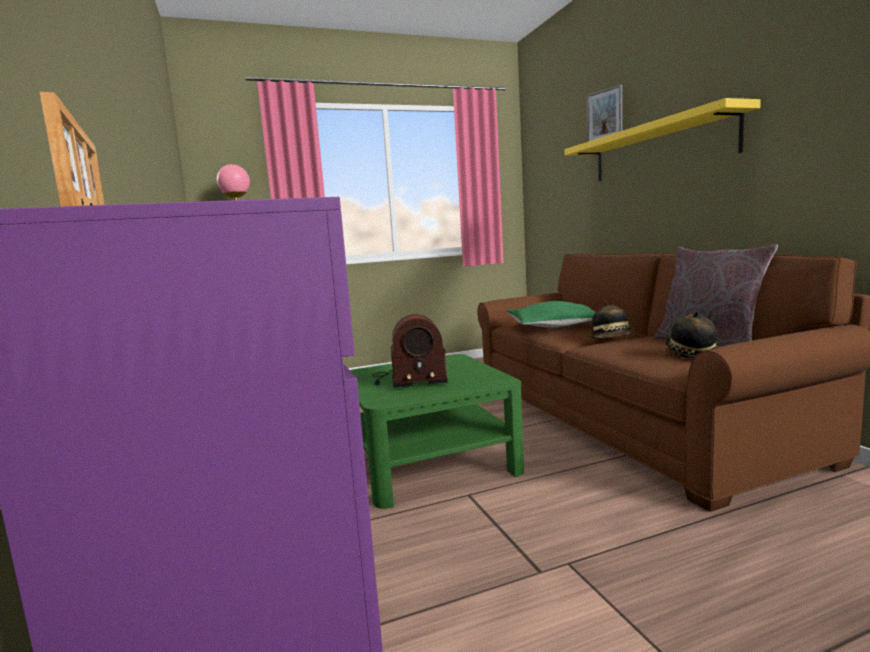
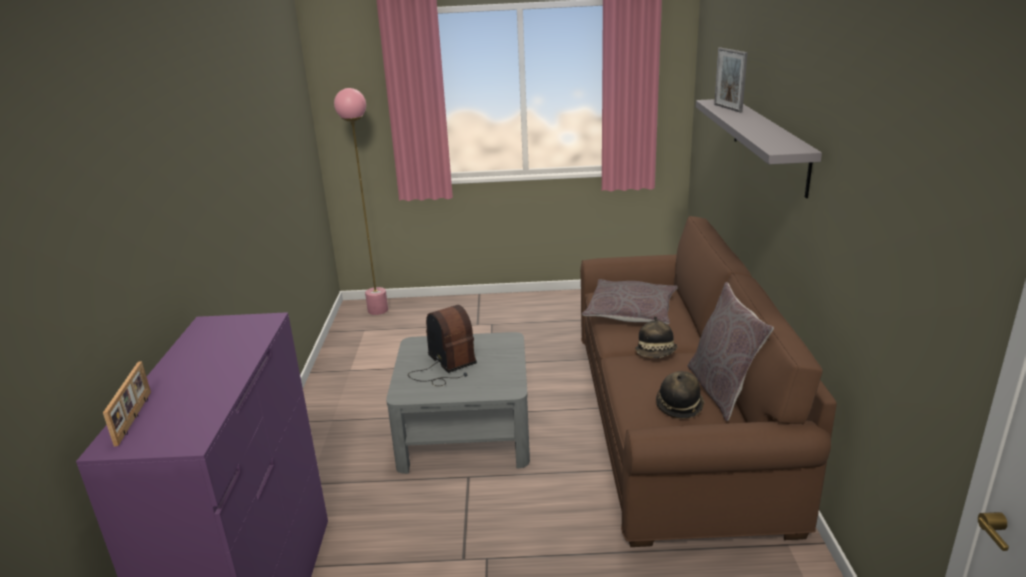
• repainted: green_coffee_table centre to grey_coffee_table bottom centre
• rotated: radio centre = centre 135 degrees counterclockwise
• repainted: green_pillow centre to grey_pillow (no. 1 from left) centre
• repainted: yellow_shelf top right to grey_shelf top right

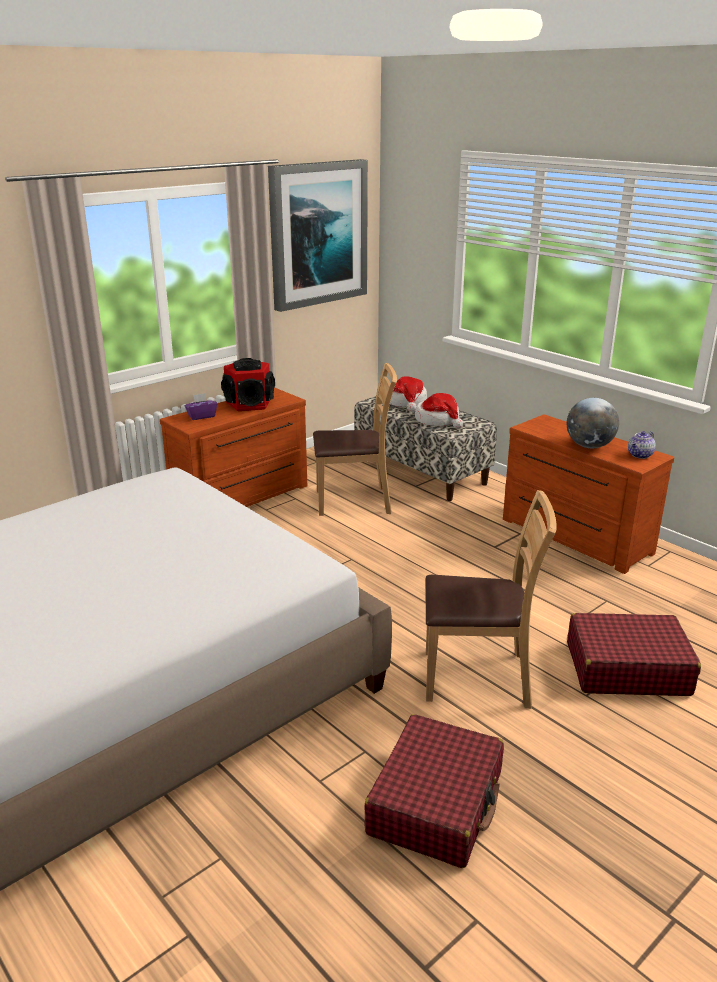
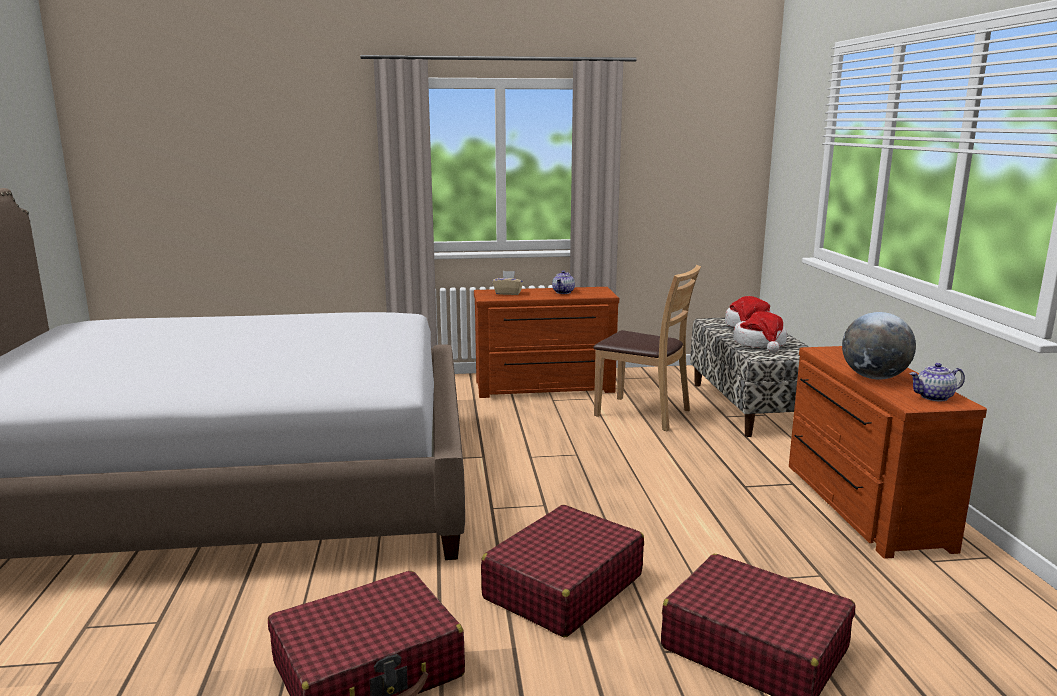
• repainted: purple_tissue_box middle left to beige_tissue_box centre
• swapped: speaker centre to teapot (no. 1 from left) centre
• gone: picture top centre
• swapped: brown_chair (no. 2 from left) middle right to red_suitcase (no. 2 from left) bottom centre

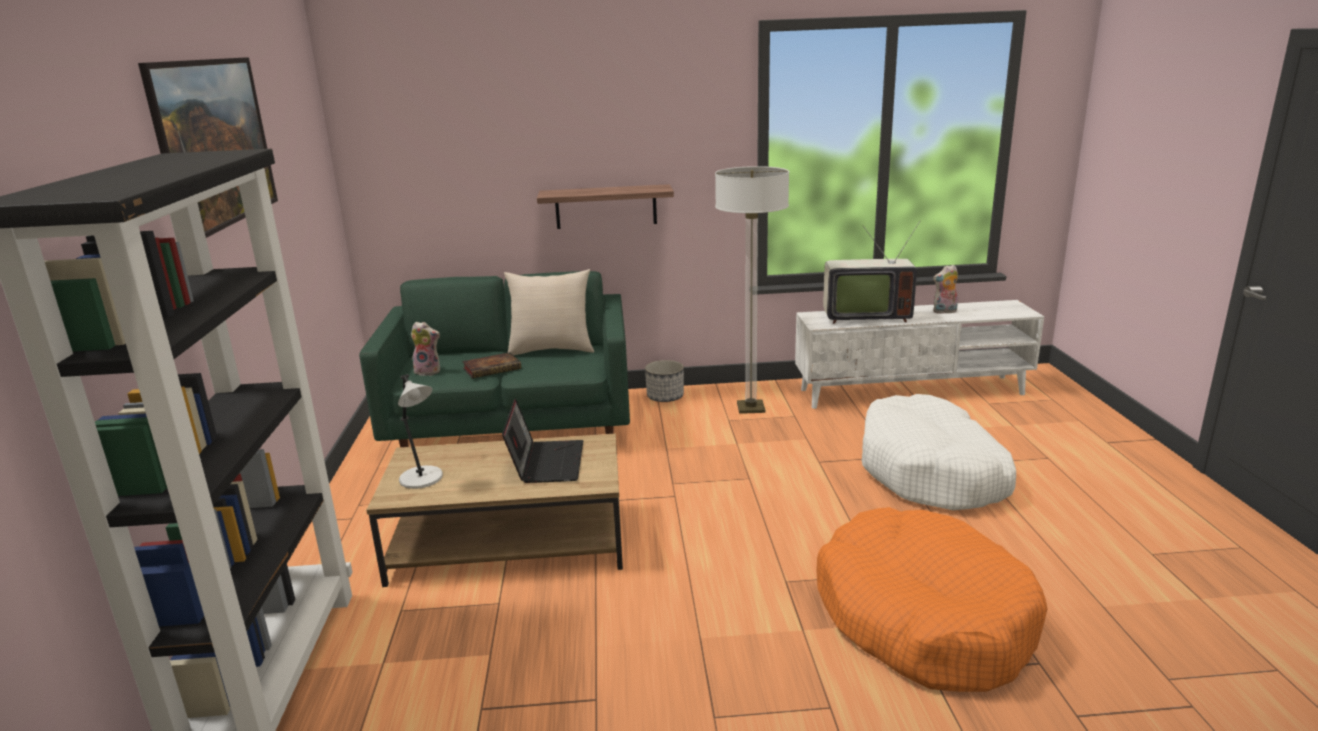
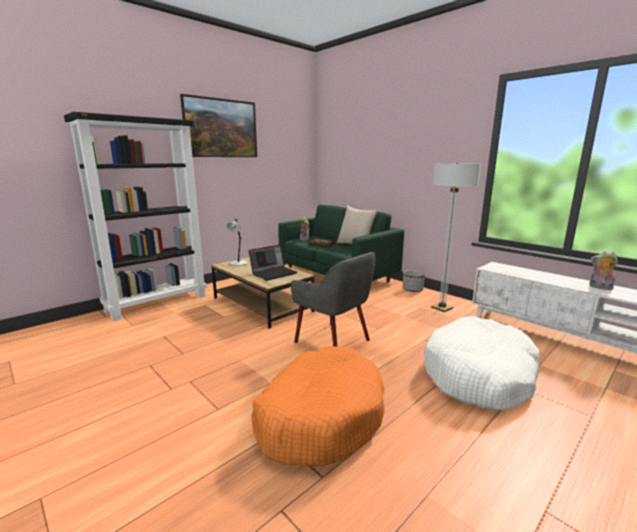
• gone: shelf top centre
• gone: television centre
• new: grey_armchair centre

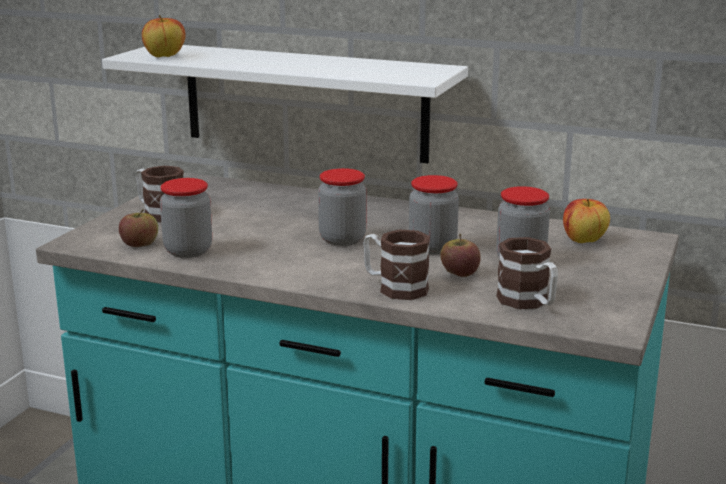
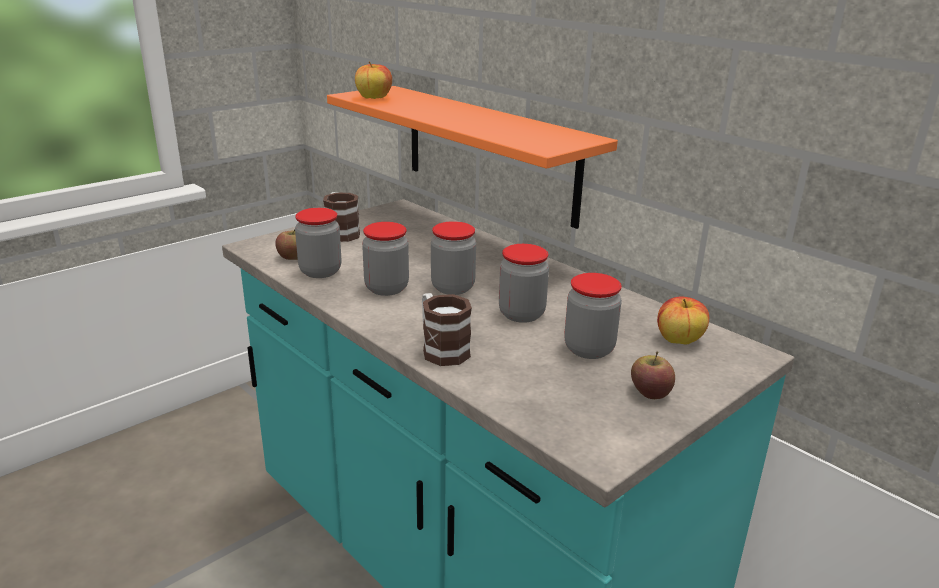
• repainted: white_shelf top centre to orange_shelf top centre
• shifted: apple (no. 3 from left) centre to middle right
• gone: mug (no. 3 from left) middle right
• new: jar (no. 2 from left) centre

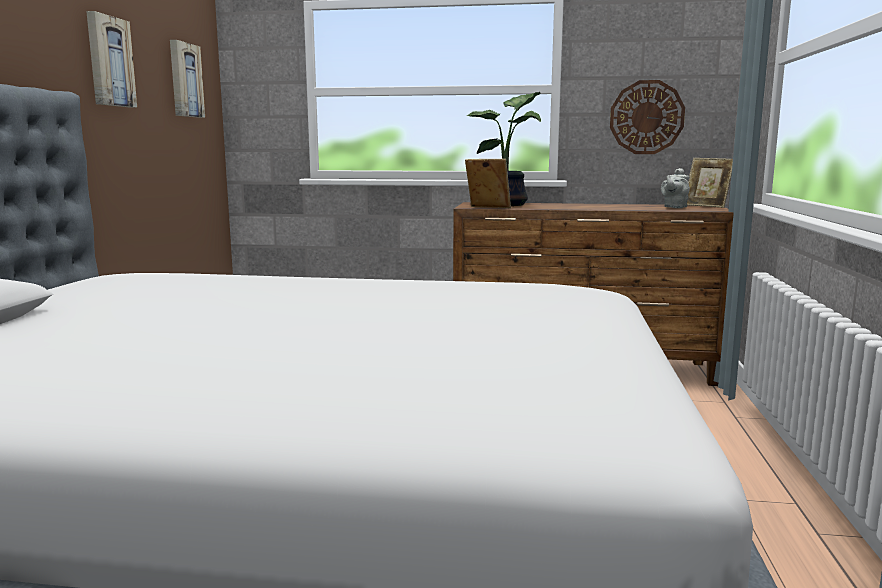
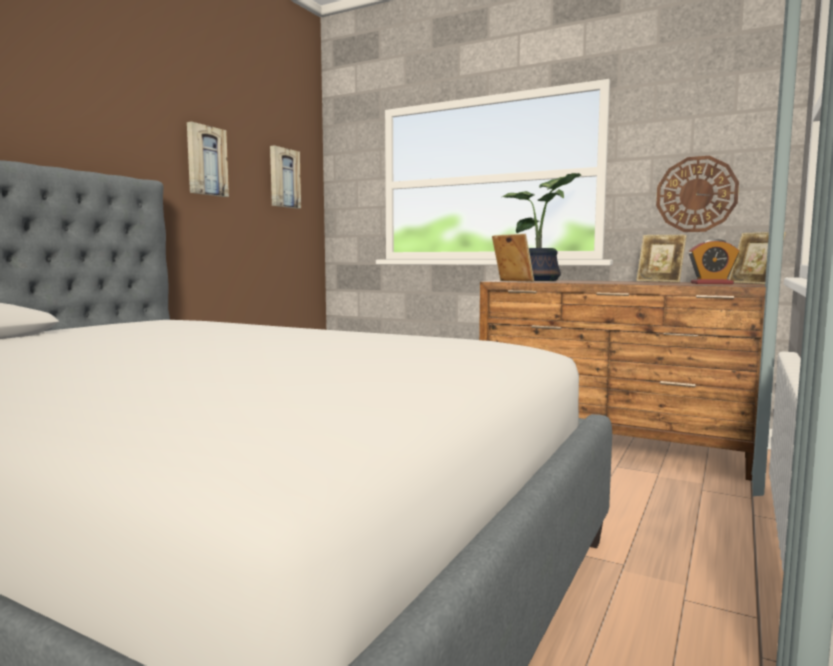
• swapped: grey_teapot top right to alarm_clock middle right
• new: picture_frame (no. 2 from left) middle right

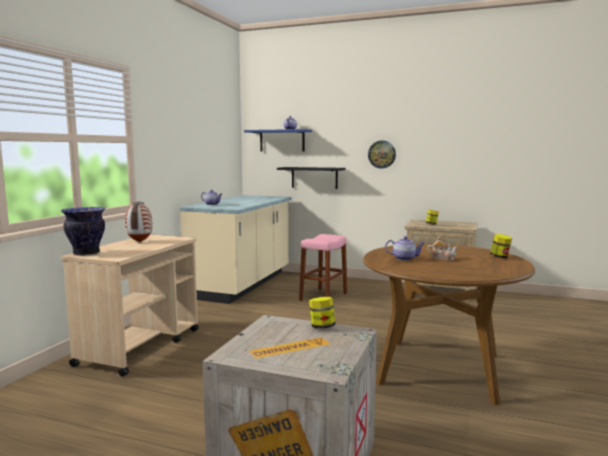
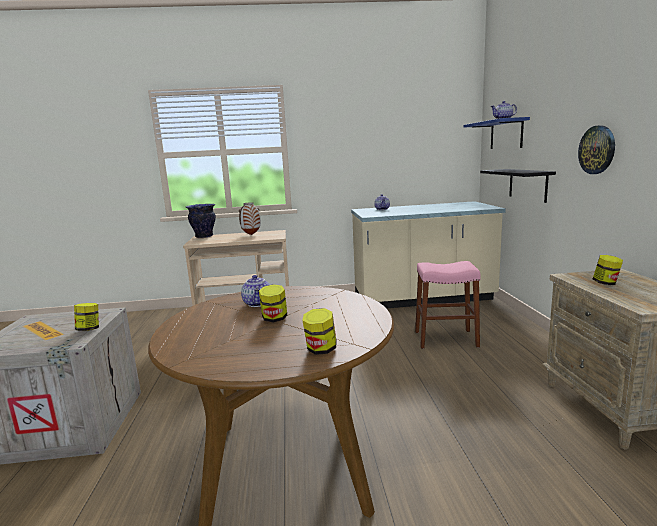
• swapped: teapot (no. 4 from left) middle right to jar (no. 2 from left) centre

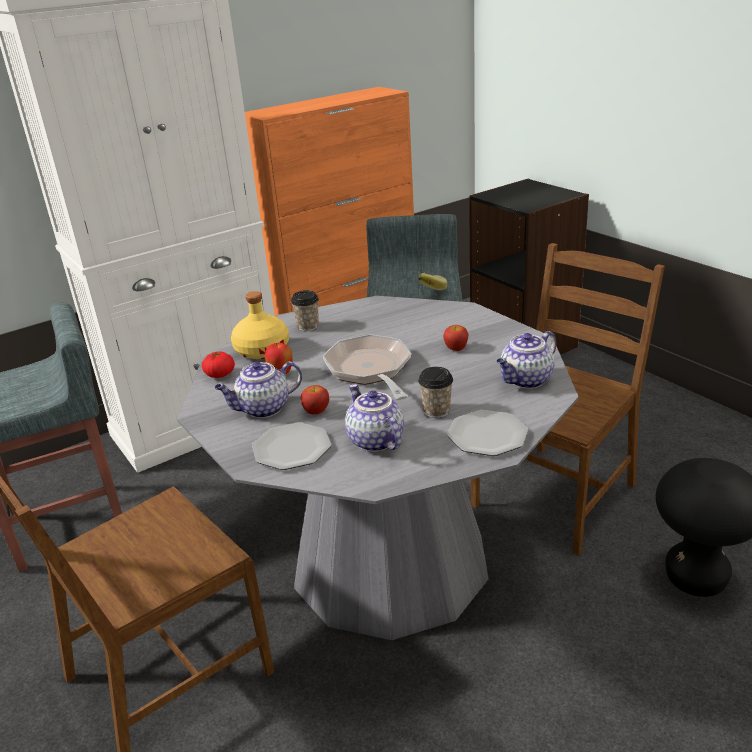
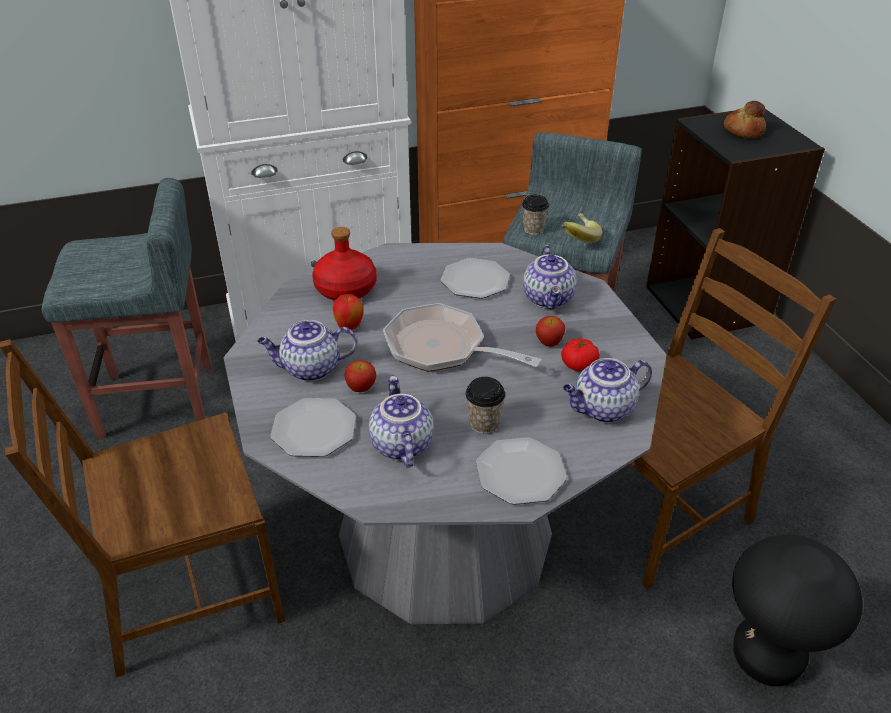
• shifted: tomato middle left to centre
• repainted: yellow_bottle centre to red_bottle centre
• shifted: cup (no. 1 from left in the first image) centre to cup (no. 2 from left) top centre
• rotated: frying_pan centre = centre 60 degrees counterclockwise
• new: plate (no. 2 from left) centre
• new: teapot (no. 3 from left) centre
• new: bread top right

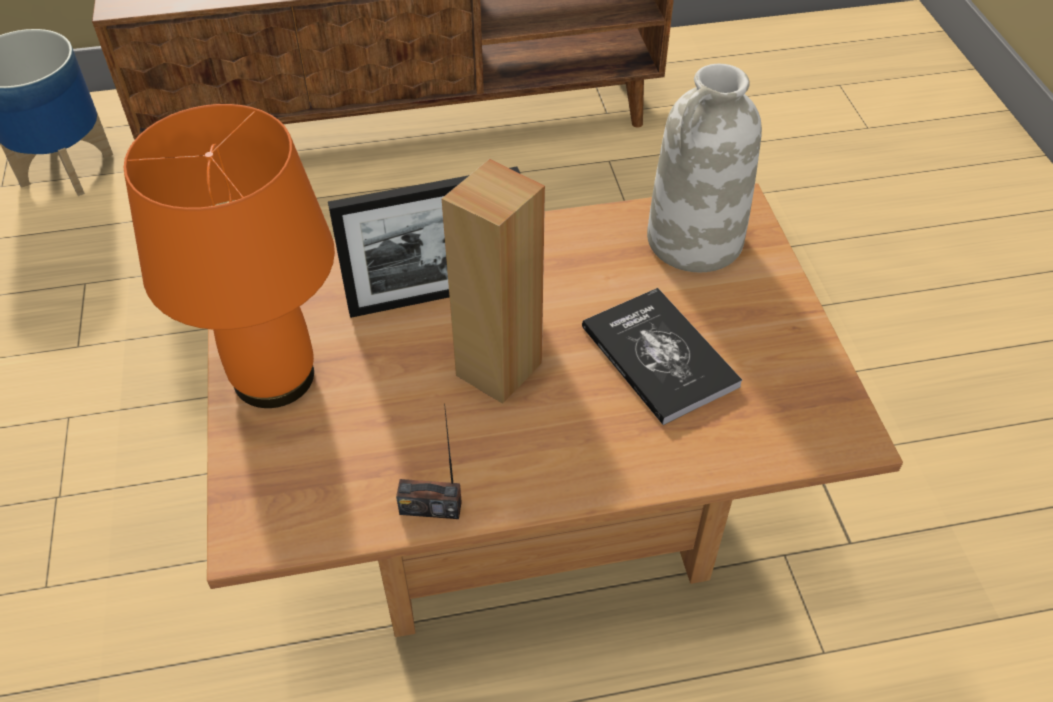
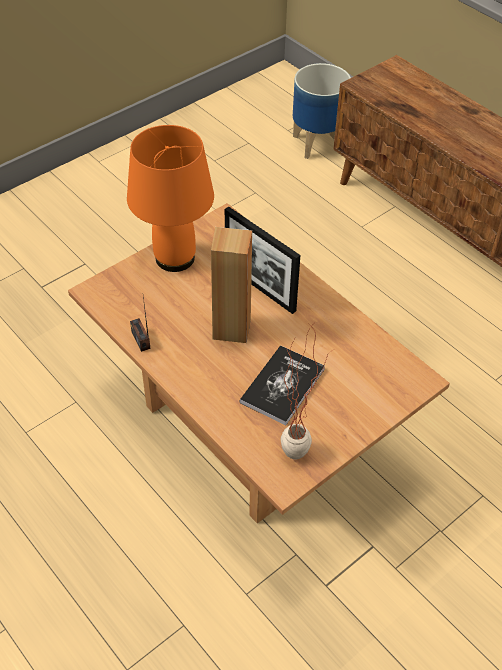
• gone: white_vase top right
• new: potted_plant centre

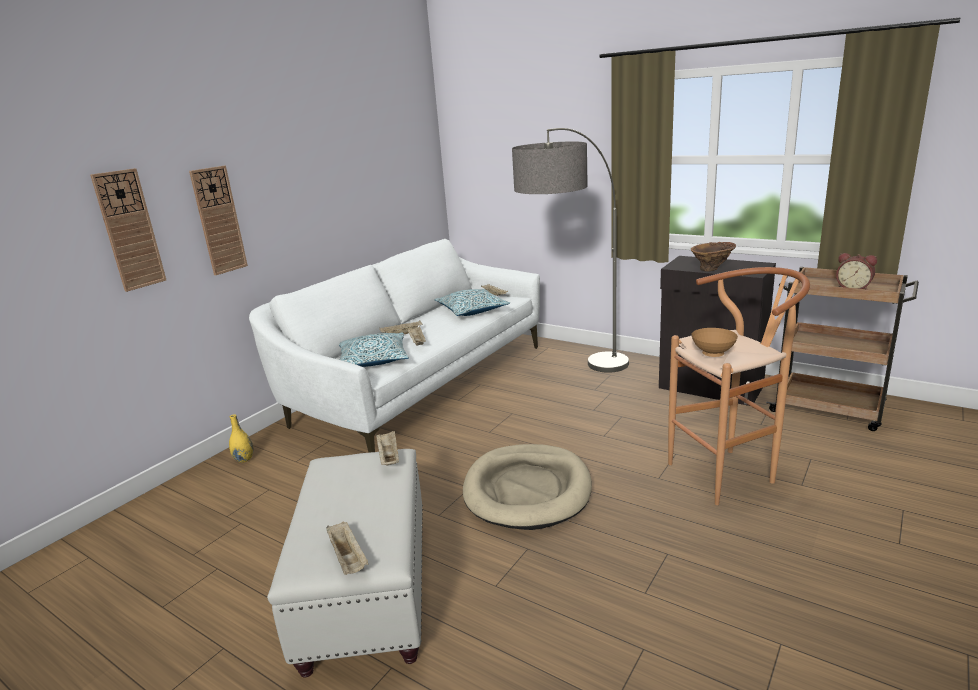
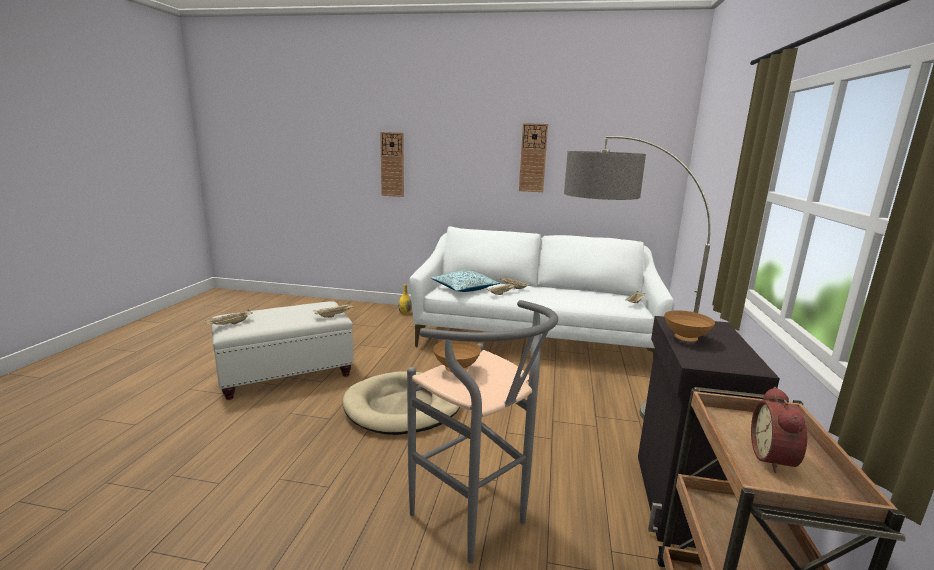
• shifted: wall_clock (no. 2 from left) top left to top centre
• gone: pillow (no. 2 from left) centre
• repainted: brown_stool middle right to grey_stool bottom centre
• swapped: brown_vase middle right to brown_bowl (no. 2 from left) middle right

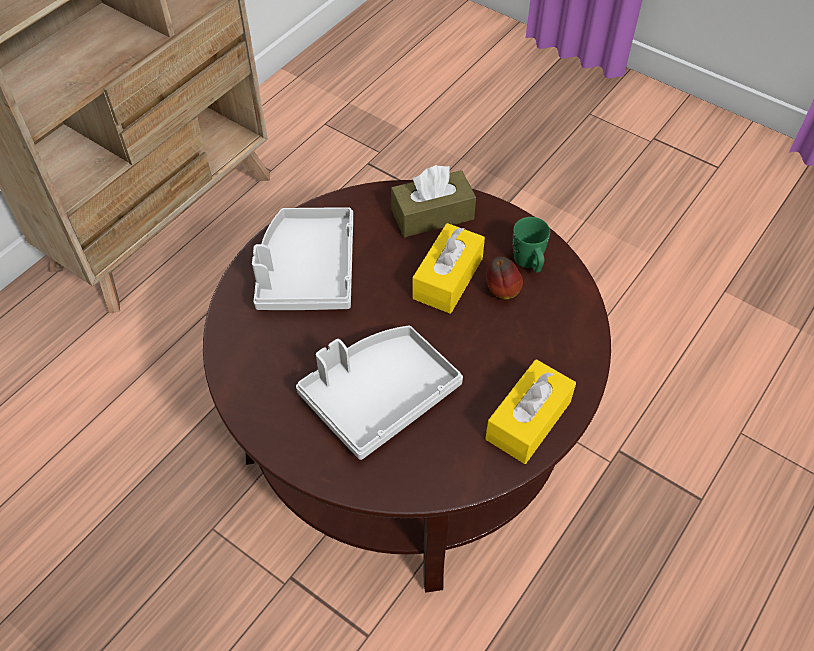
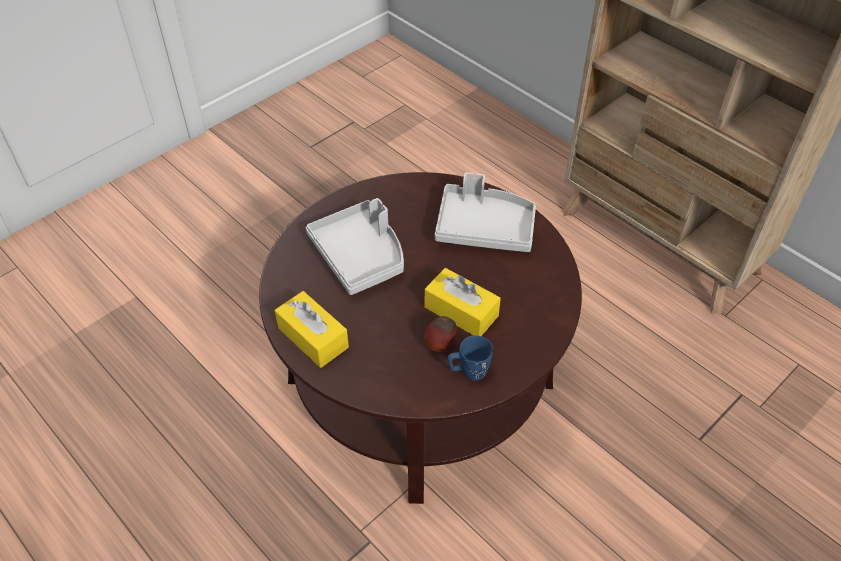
• gone: brown_tissue_box top centre
• repainted: green_mug centre to blue_mug centre

